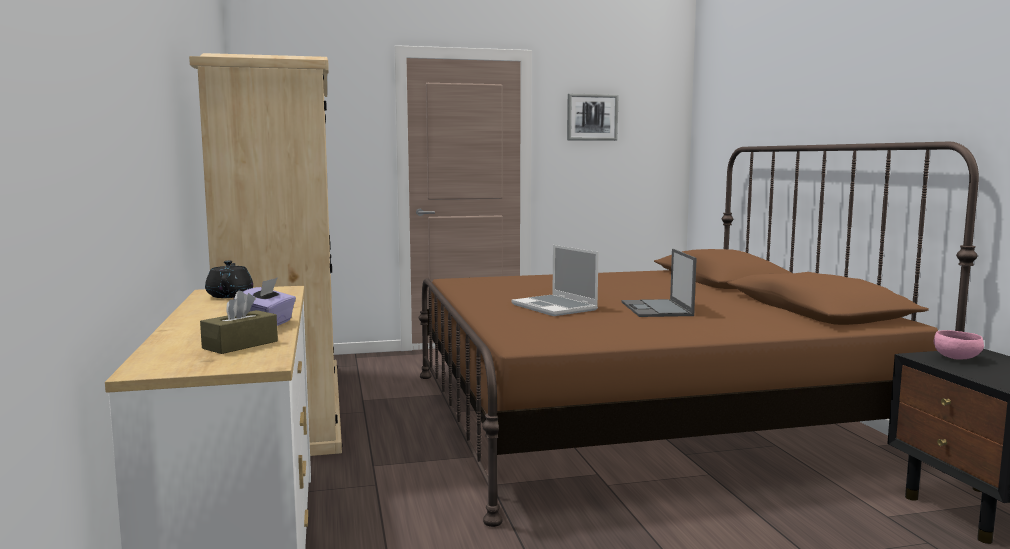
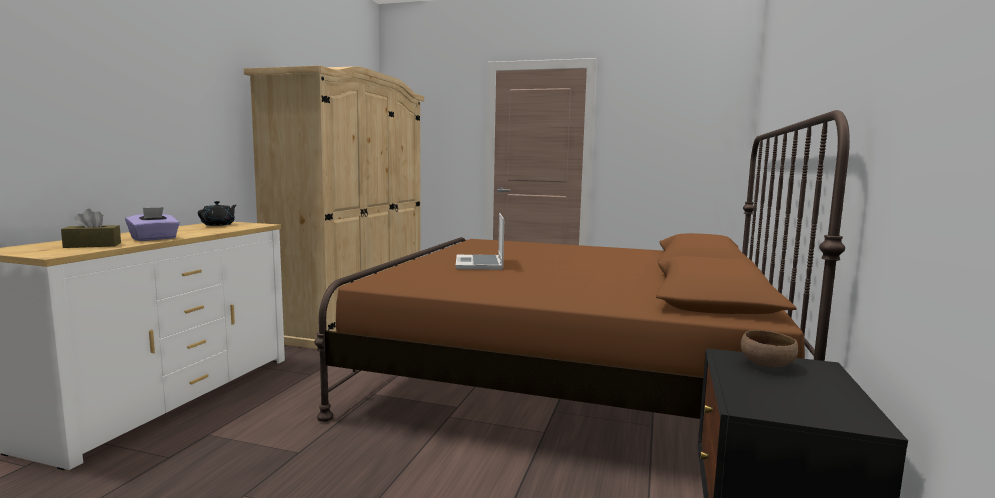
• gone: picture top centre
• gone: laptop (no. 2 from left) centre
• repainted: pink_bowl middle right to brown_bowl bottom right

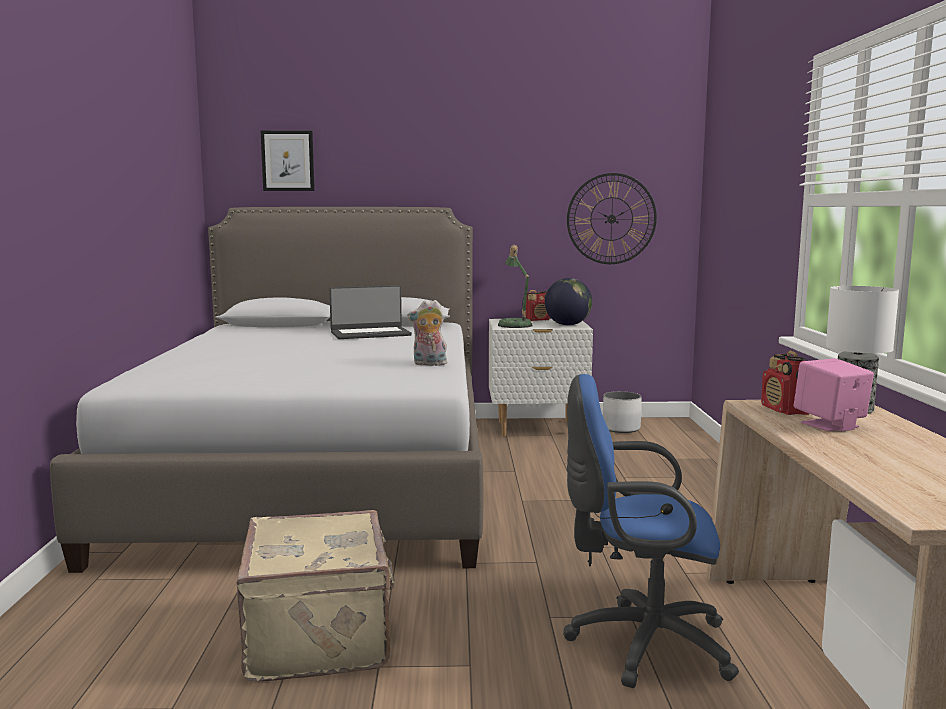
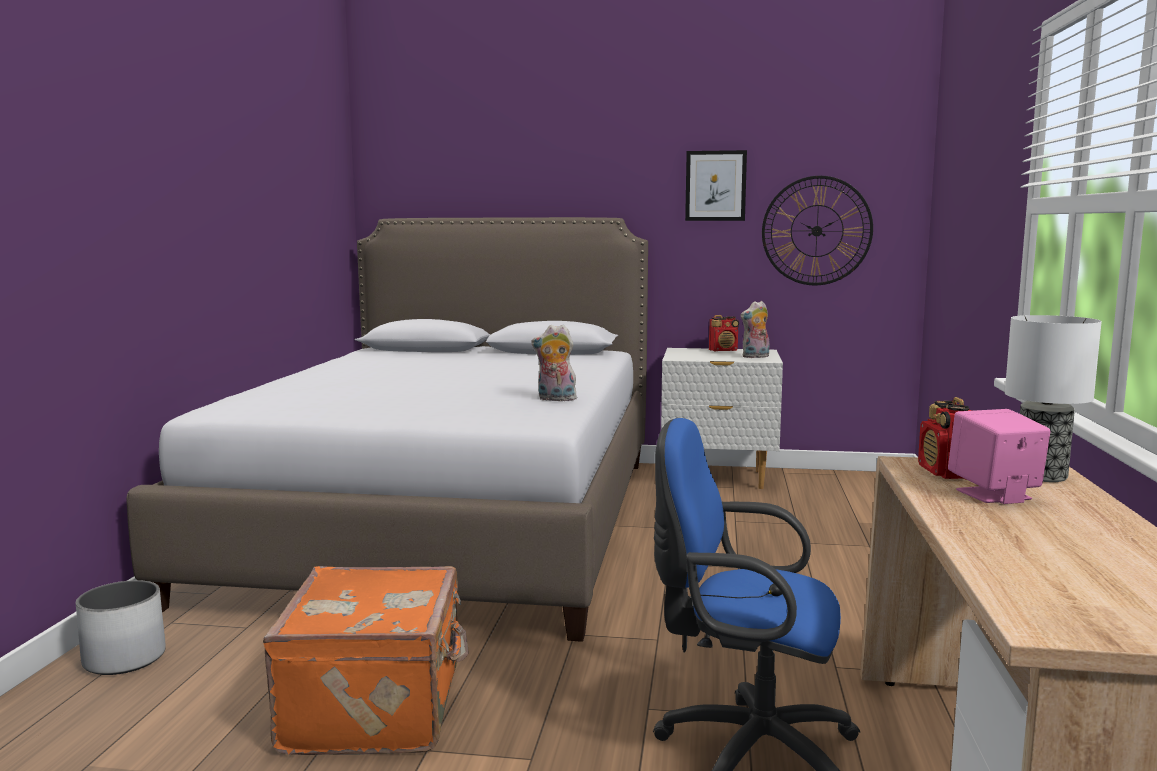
• repainted: beige_suitcase bottom left to orange_suitcase bottom left
• shifted: picture top left to top centre
• gone: laptop centre
• gone: table_lamp (no. 1 from left) centre
• swapped: globe centre to plush_toy (no. 2 from left) centre
• shifted: white_planter centre to bottom left

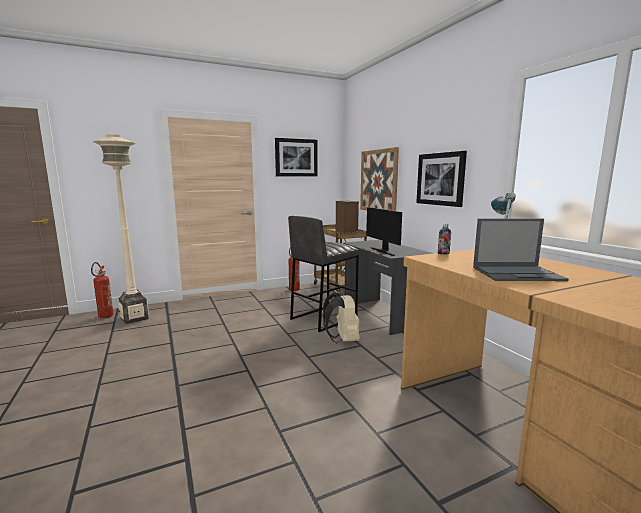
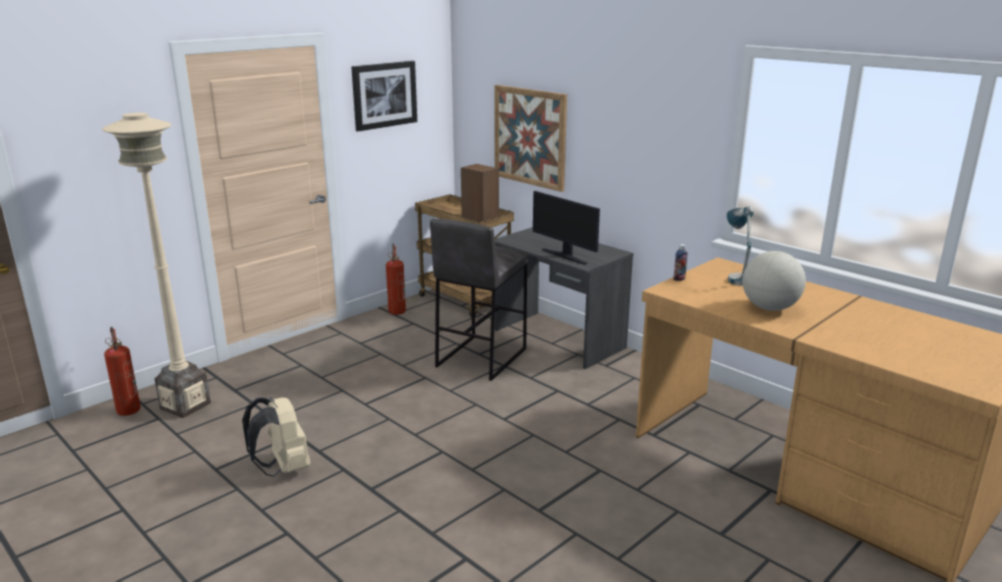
• shifted: beige_backpack centre to bottom left
• gone: picture (no. 3 from left) middle right
• swapped: laptop middle right to globe middle right

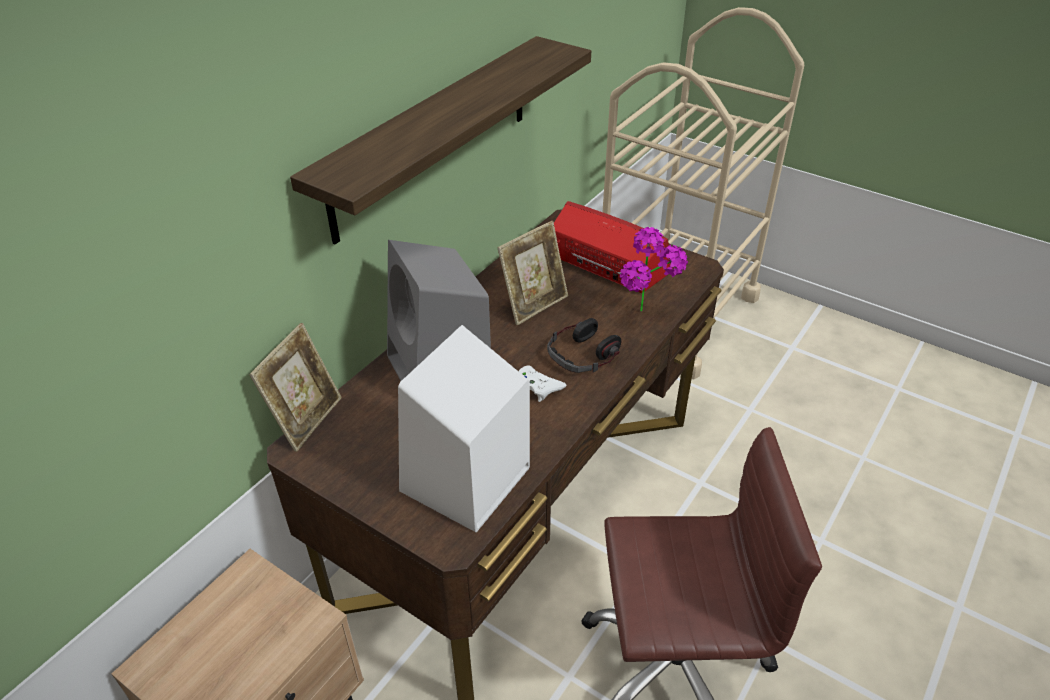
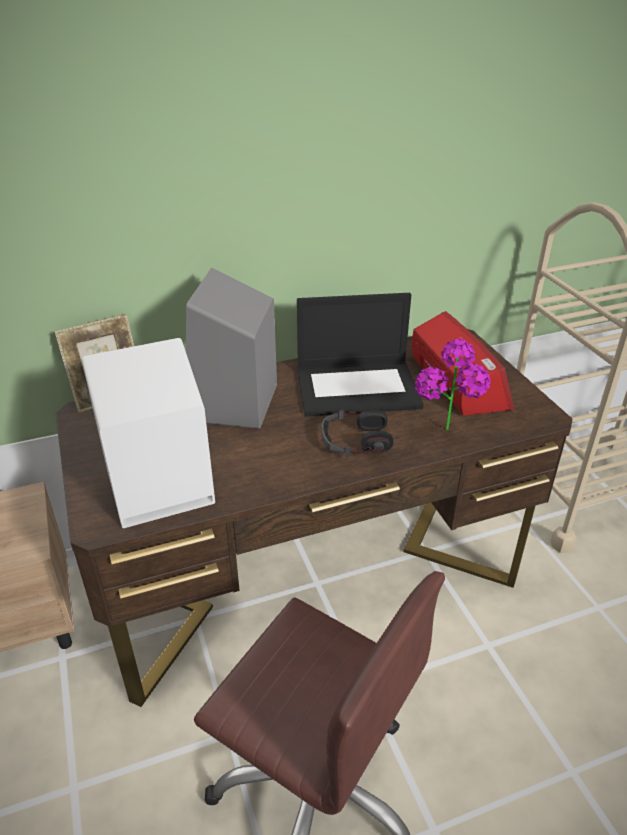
• gone: shelf top centre
• swapped: picture_frame (no. 2 from left) centre to laptop centre
• gone: white_game_controller centre

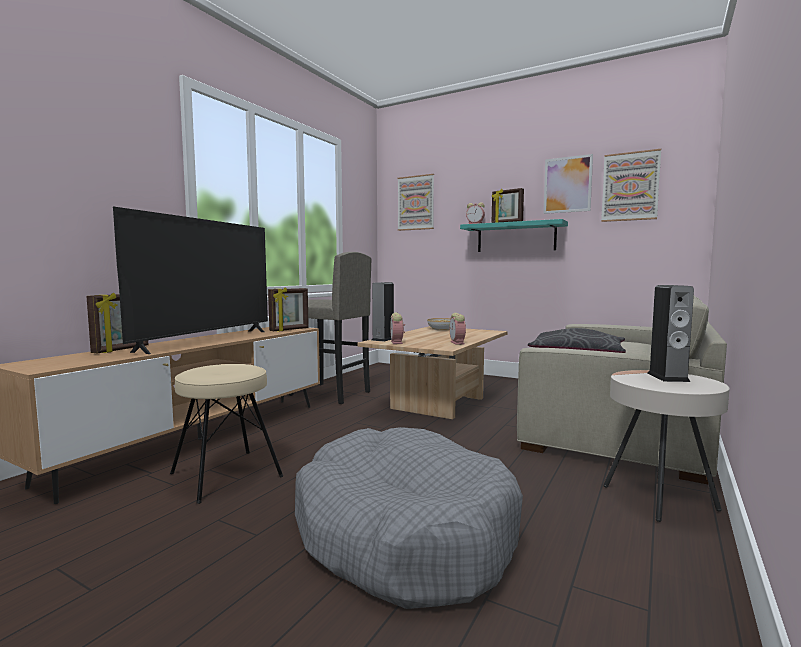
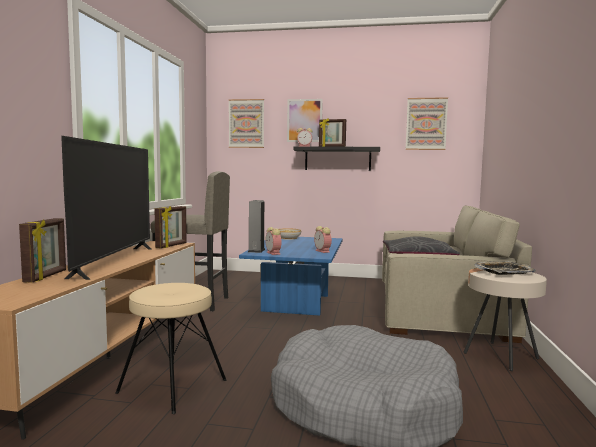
• repainted: beige_coffee_table centre to blue_coffee_table centre
• repainted: turquoise_shelf centre to black_shelf centre
• shifted: picture (no. 2 from left) top right to top centre
• swapped: speaker (no. 2 from left) middle right to tray middle right

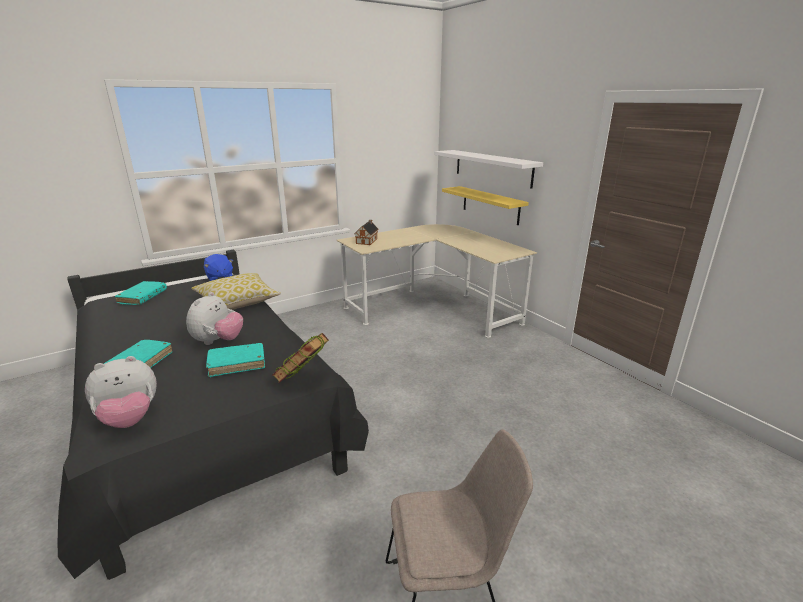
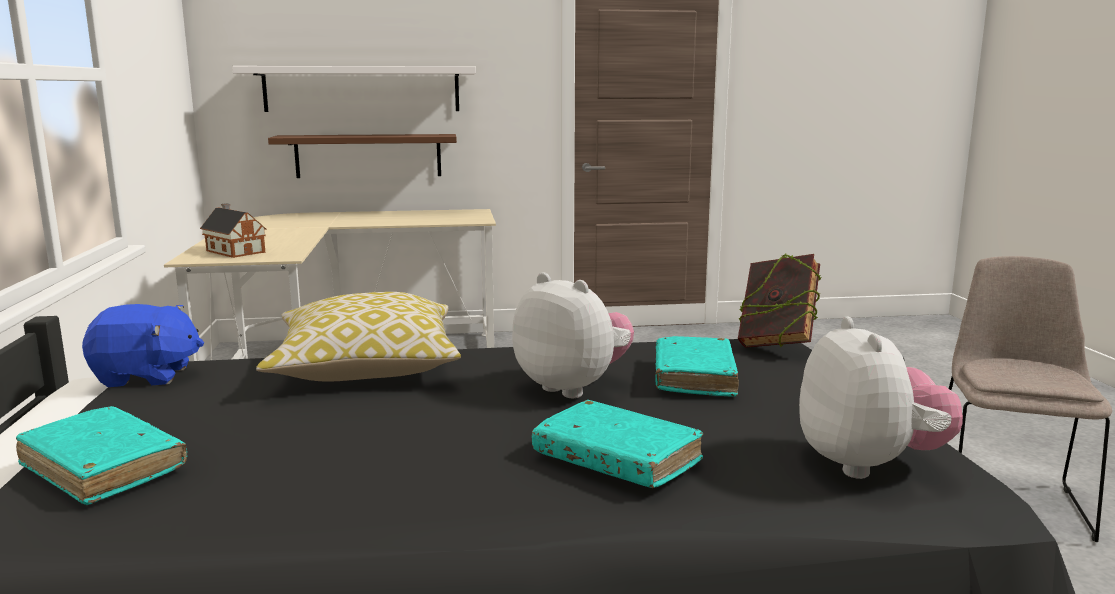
• repainted: yellow_shelf centre to brown_shelf top left

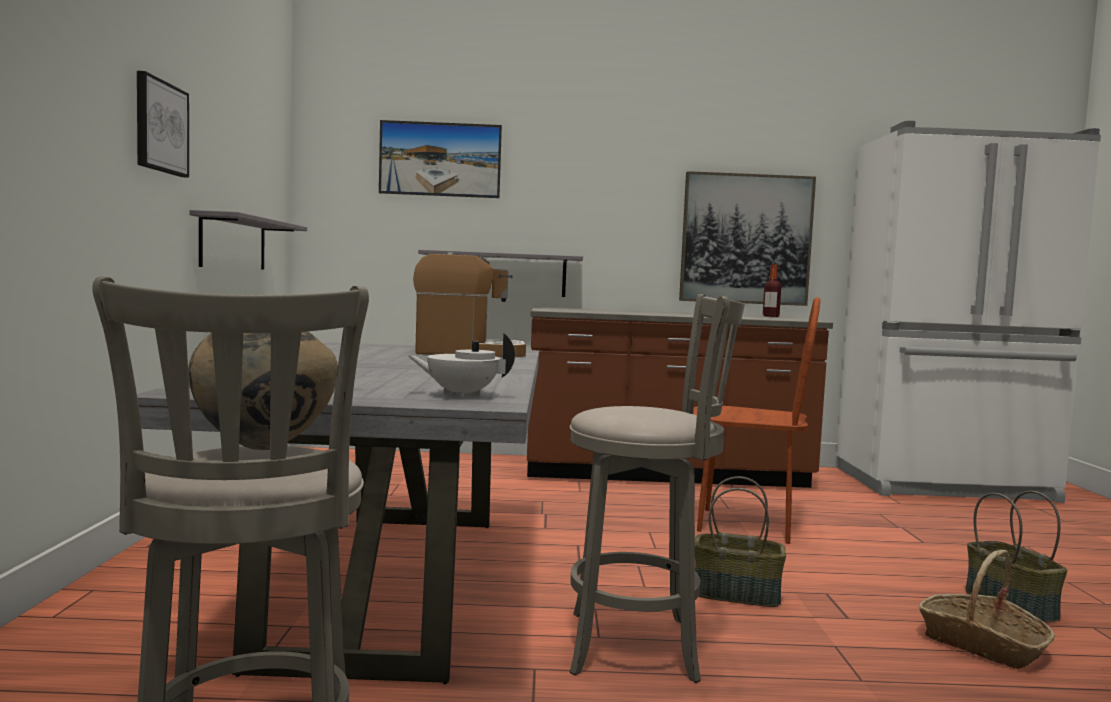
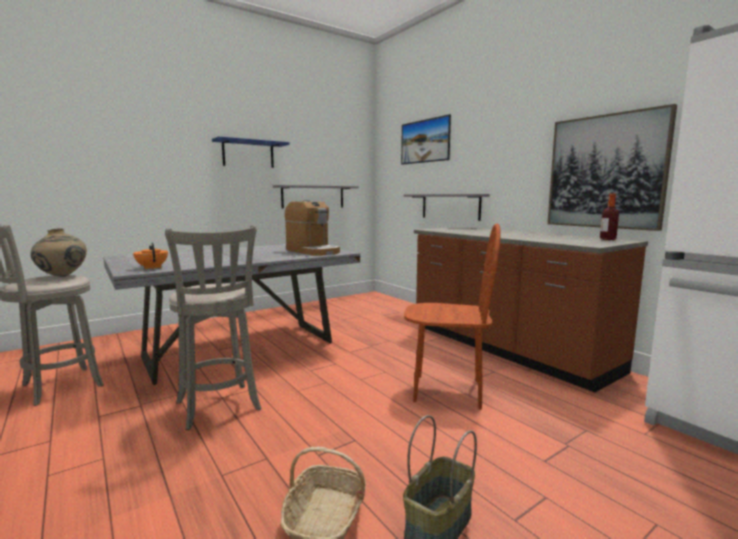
• swapped: picture (no. 1 from left) top left to blue_shelf top centre
• repainted: white_teapot centre to orange_teapot middle left
• rotated: brown_chair middle right = centre 60 degrees counterclockwise
• gone: basket (no. 1 from left) bottom centre

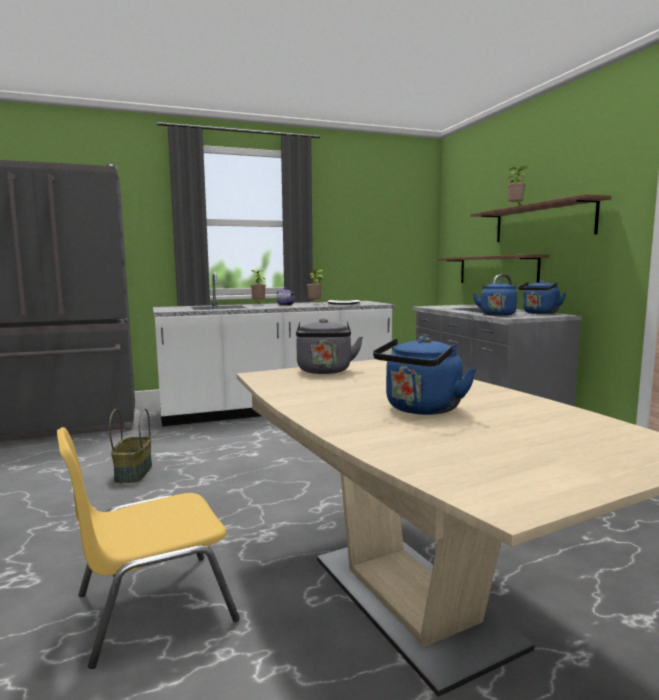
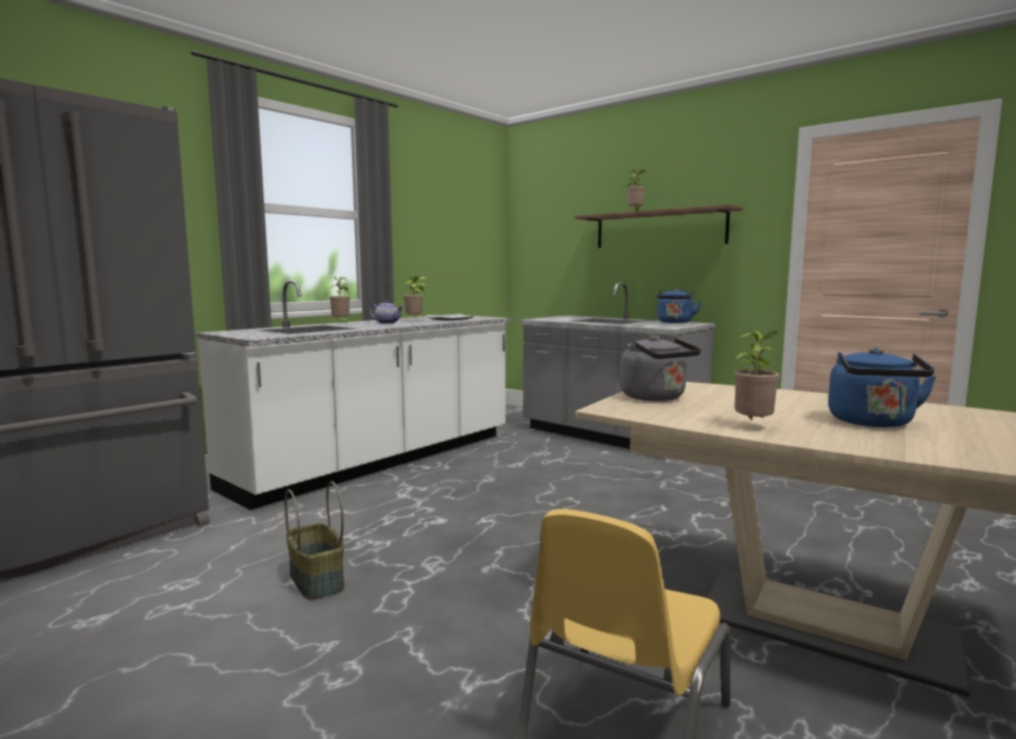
• gone: shelf (no. 1 from left) middle right
• gone: blue_kettle (no. 2 from left) middle right
• new: potted_plant (no. 4 from left) middle right

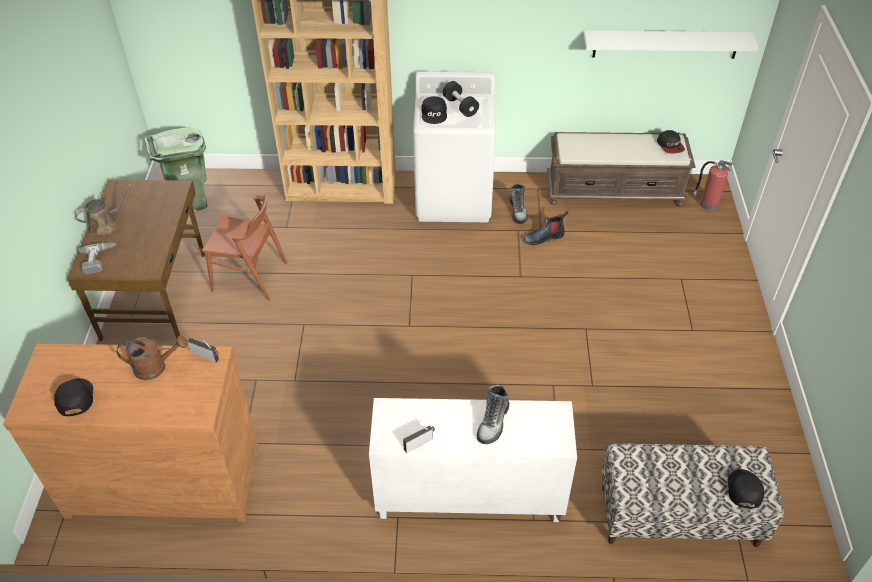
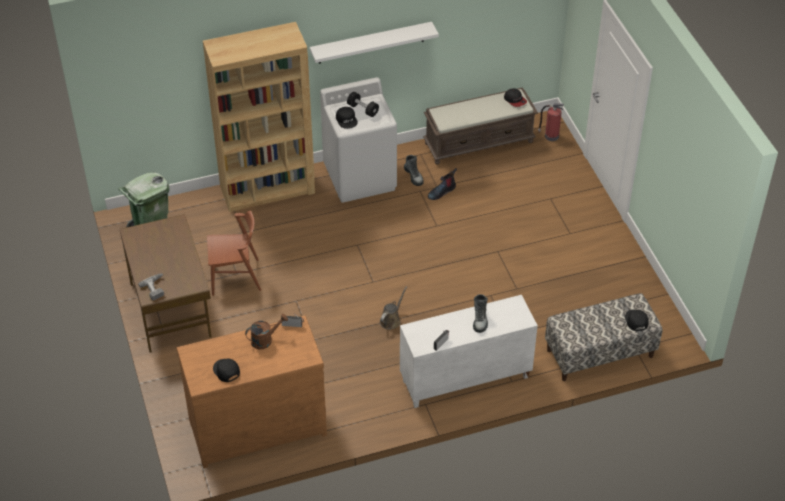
• shifted: brown_watering_can (no. 1 from left in the first image) middle left to brown_watering_can (no. 2 from left) centre
• shifted: white_shelf top right to top centre

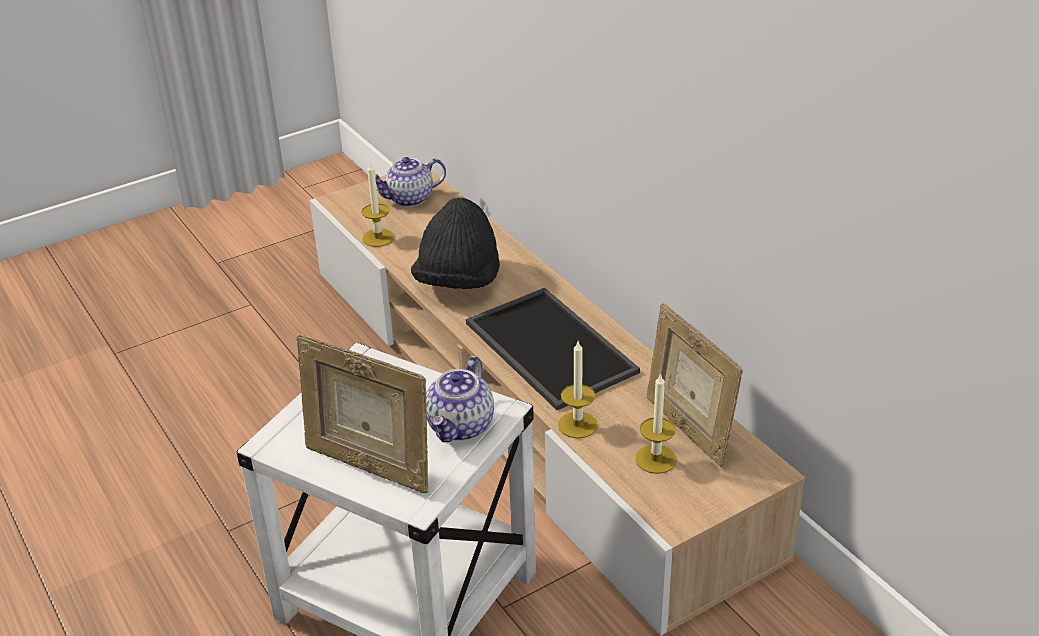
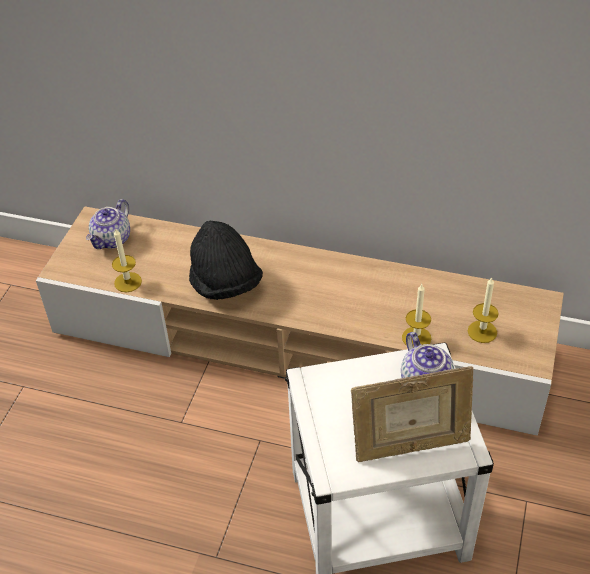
• gone: tray centre
• gone: picture_frame (no. 2 from left) middle right

